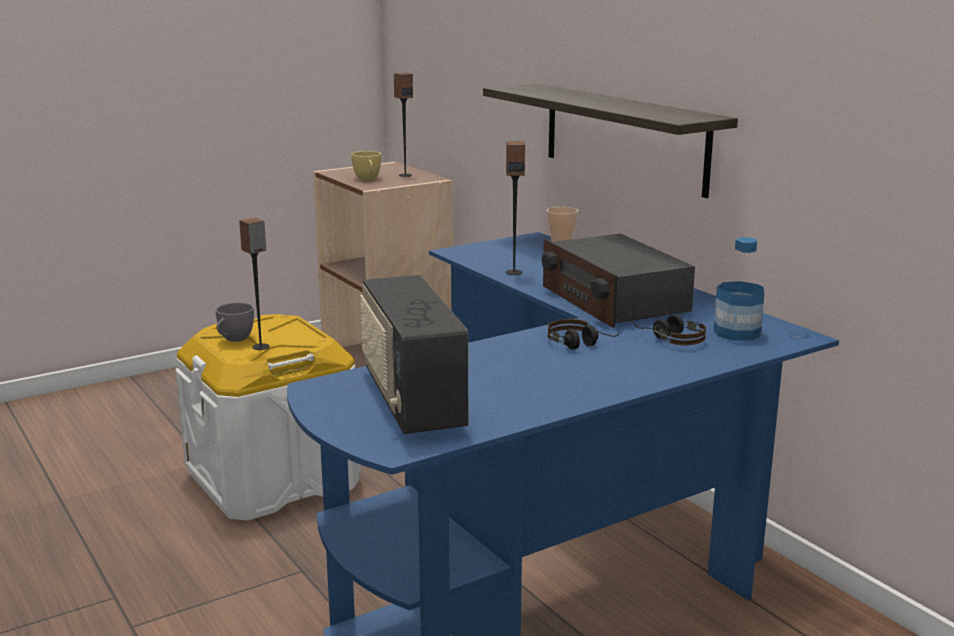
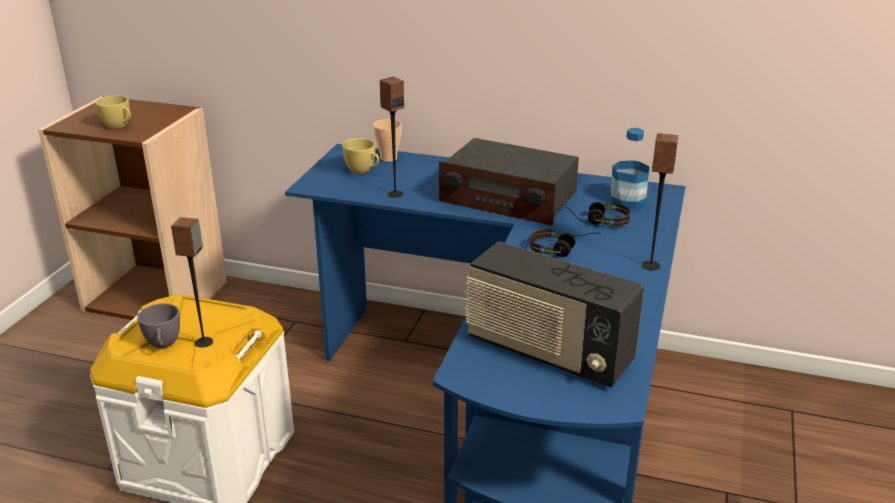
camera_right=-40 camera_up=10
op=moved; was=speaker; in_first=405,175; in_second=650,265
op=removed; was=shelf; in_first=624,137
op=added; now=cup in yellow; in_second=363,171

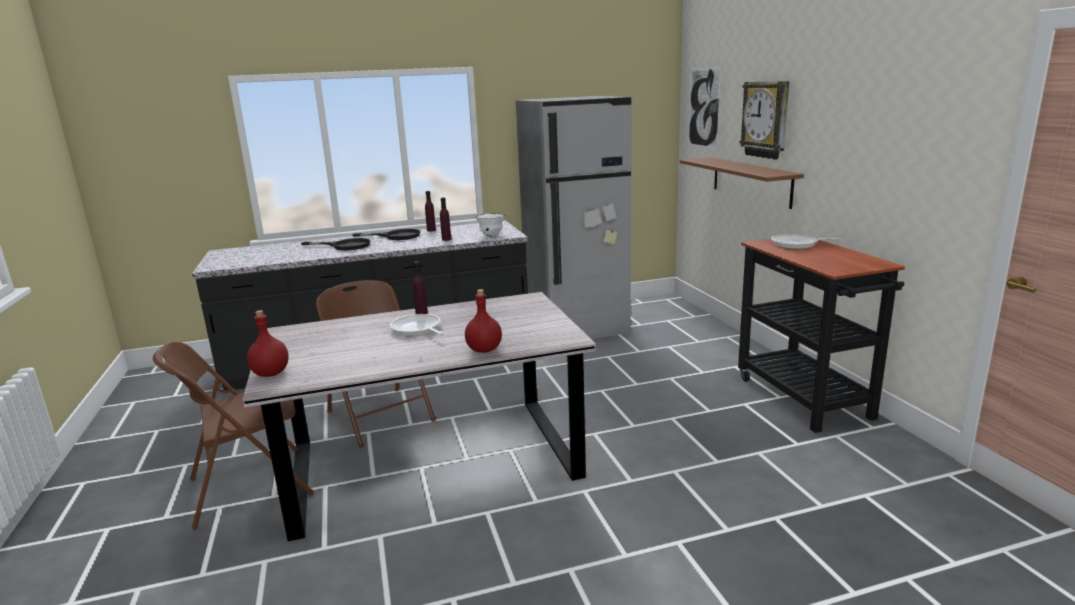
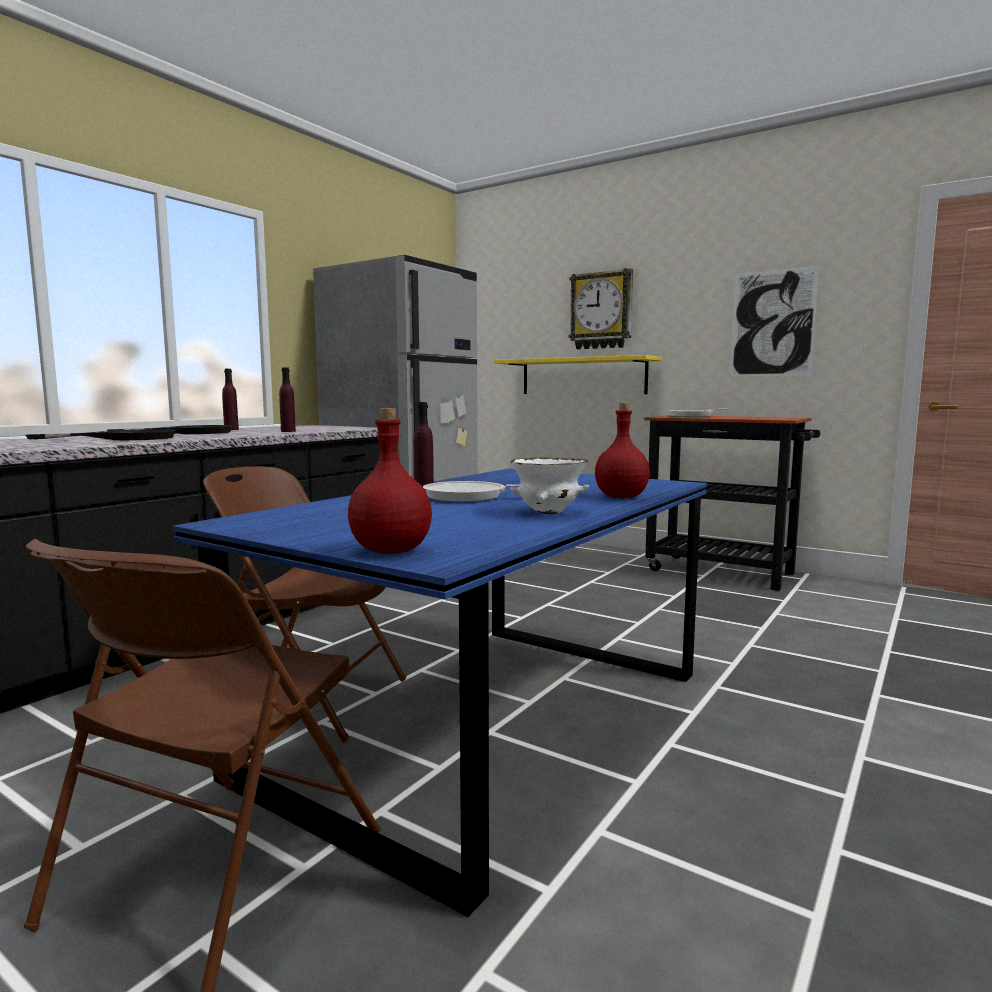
camera_right=-40 camera_up=-10
op=moved; was=picture; in_first=703,107; in_second=772,323
op=recoloured; was=shelf in brown; now=shelf in yellow; in_first=751,181; in_second=582,376
op=moved; was=bowl in white; in_first=491,235; in_second=549,513
op=recoloured; was=dining table in grey; now=dining table in blue; in_first=432,462; in_second=493,720

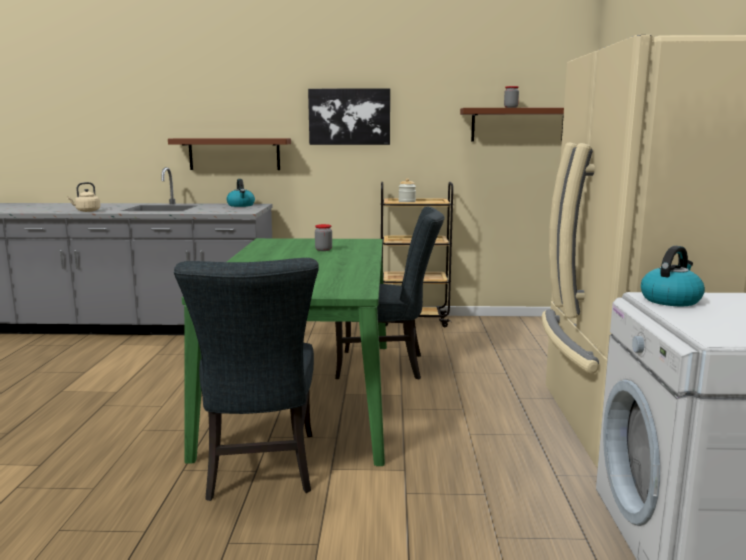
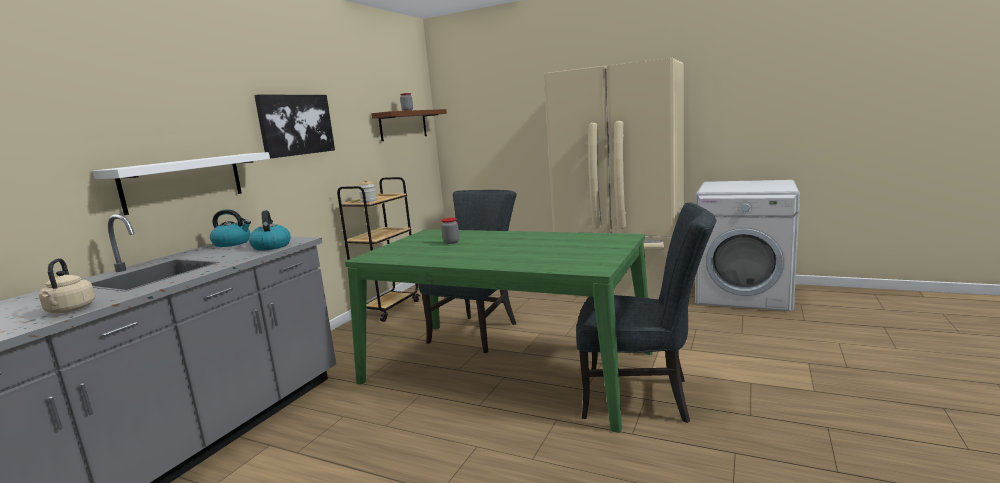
camera_right=-65 camera_up=0
op=recoloured; was=shelf in brown; now=shelf in white; in_first=234,154; in_second=183,182
op=moved; was=kettle; in_first=670,300; in_second=271,246

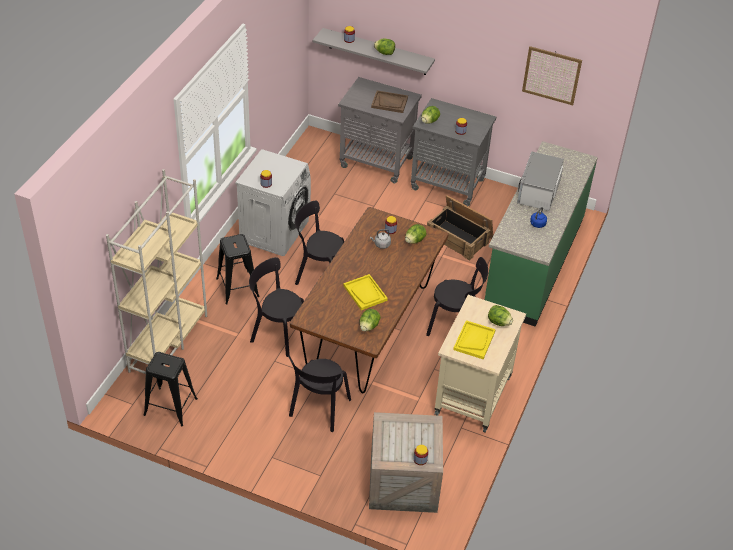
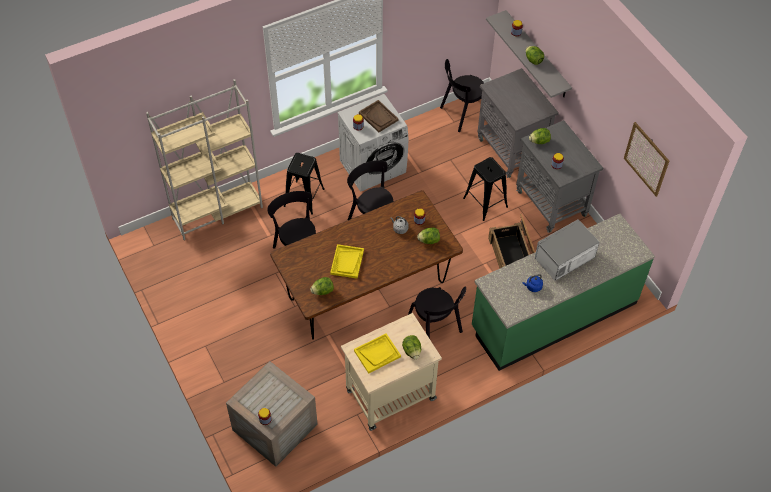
camera_right=40 camera_up=10
op=moved; was=tray in brown; in_first=389,102; in_second=378,117
op=moved; was=stool in black; in_first=170,407; in_second=485,202
op=moved; was=chair in black; in_first=318,410; in_second=462,114

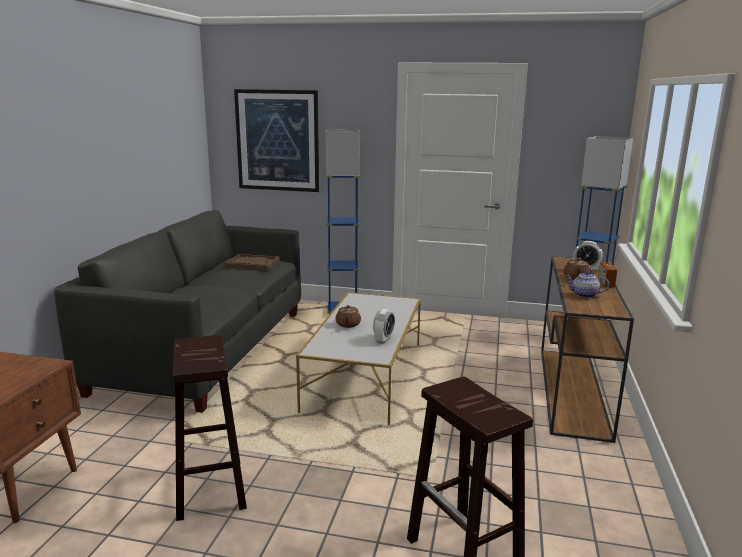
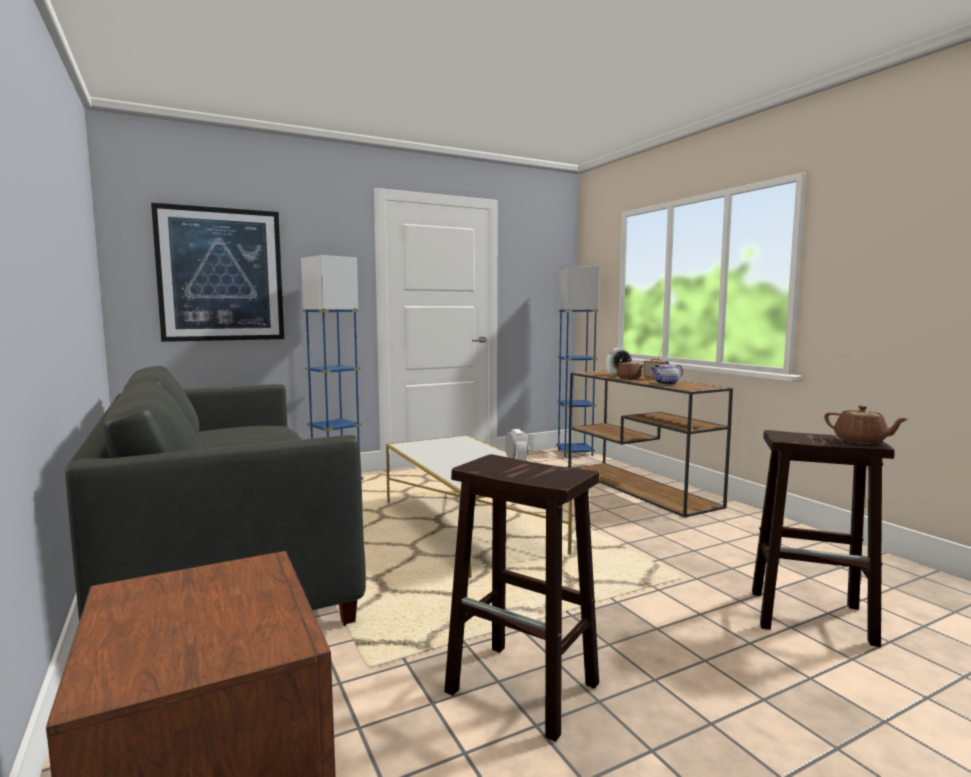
camera_right=-40 camera_up=-10
op=removed; was=tray in brown; in_first=252,264
op=moved; was=teapot in brown; in_first=348,325; in_second=861,441

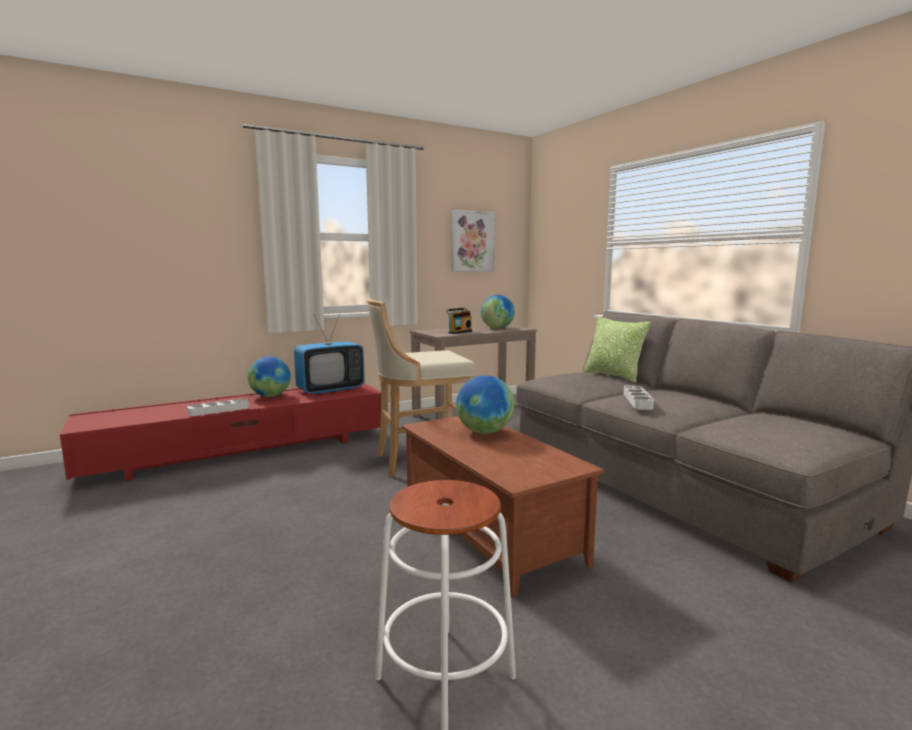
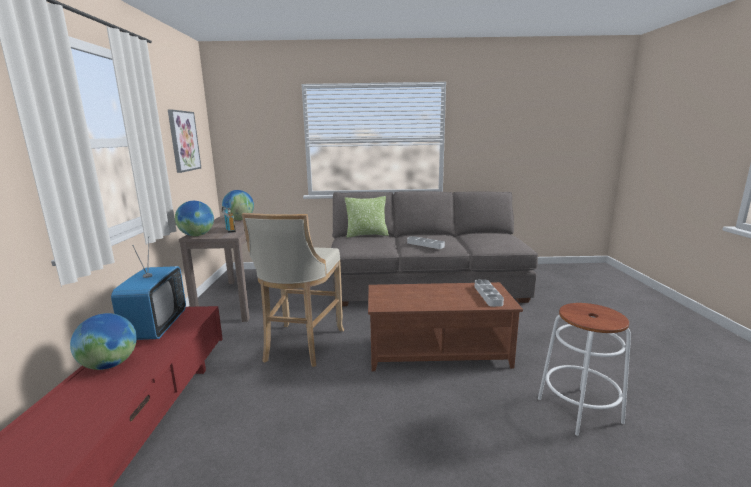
camera_right=-60 camera_up=5
op=moved; was=globe; in_first=484,432; in_second=196,235
op=moved; was=tray in grey; in_first=219,410; in_second=488,295

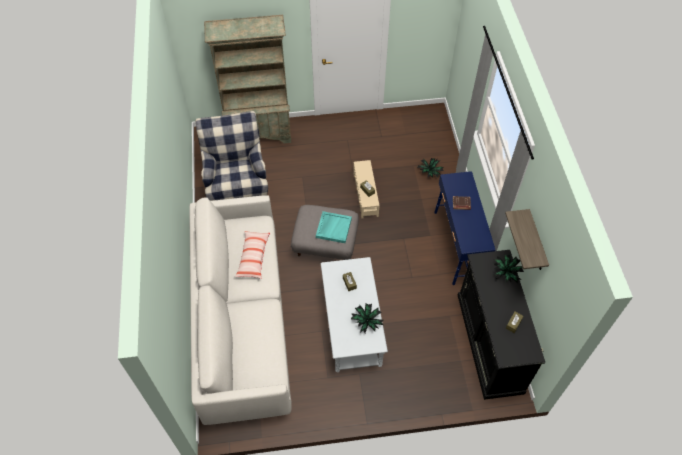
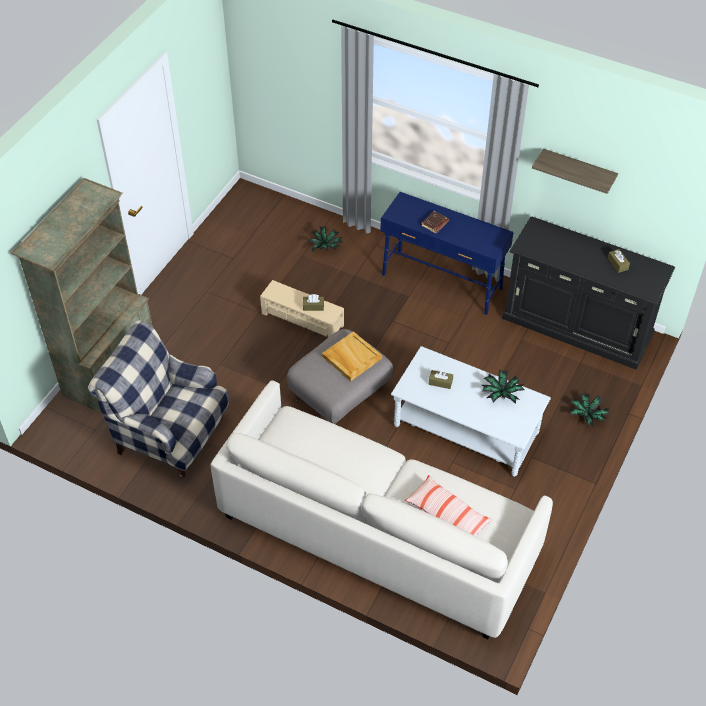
camera_right=-55 camera_up=-5
op=recoloured; was=tray in turquoise; now=tray in beige; in_first=333,228; in_second=351,357
op=moved; was=pillow; in_first=253,257; in_second=447,515
op=moved; was=potted plant; in_first=506,272; in_second=587,416

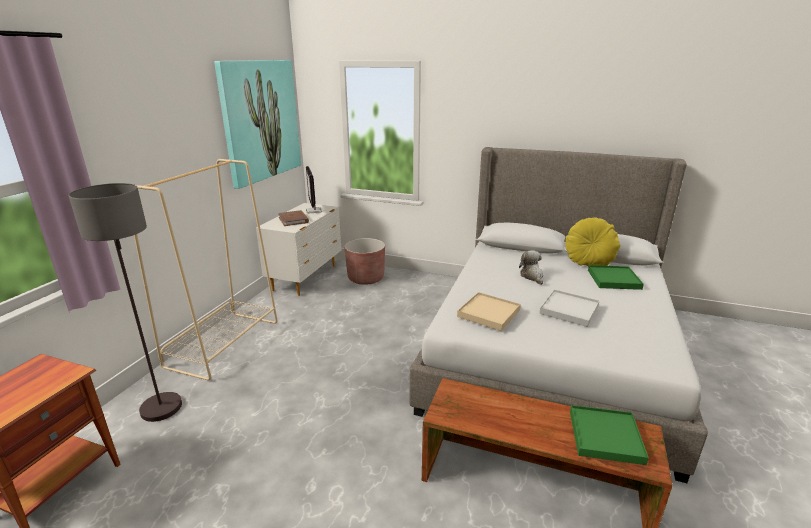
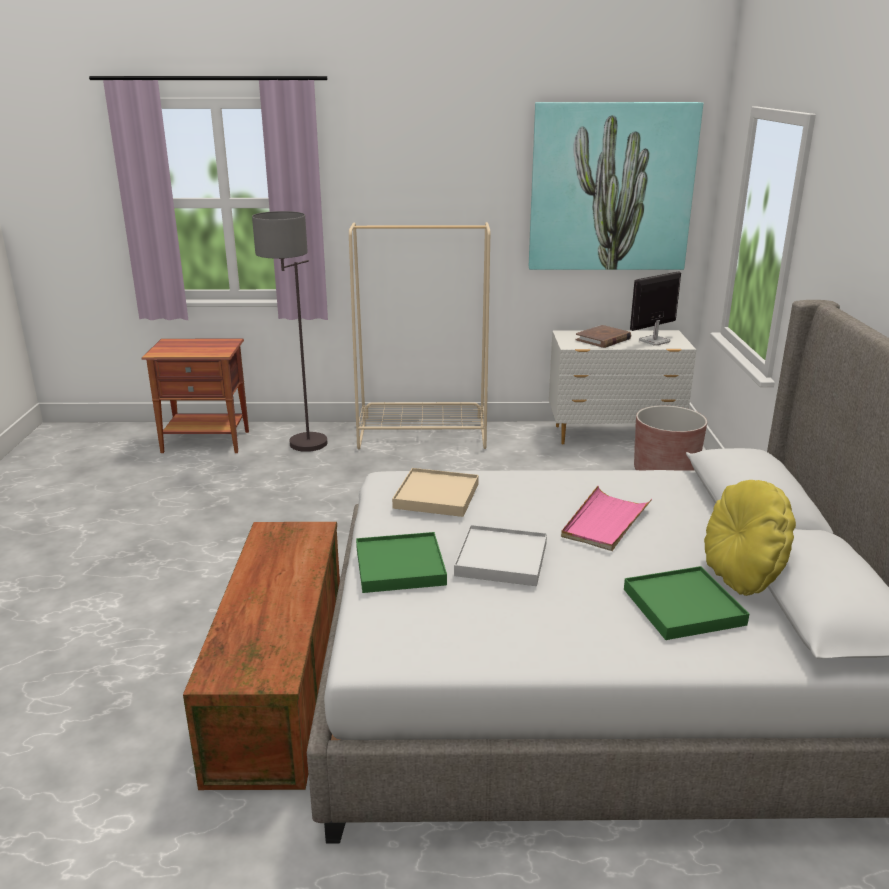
camera_right=70 camera_up=0
op=replaced; was=plush toy; now=tray in pink; in_first=532,276; in_second=605,522
op=moved; was=tray in green; in_first=605,436; in_second=400,566

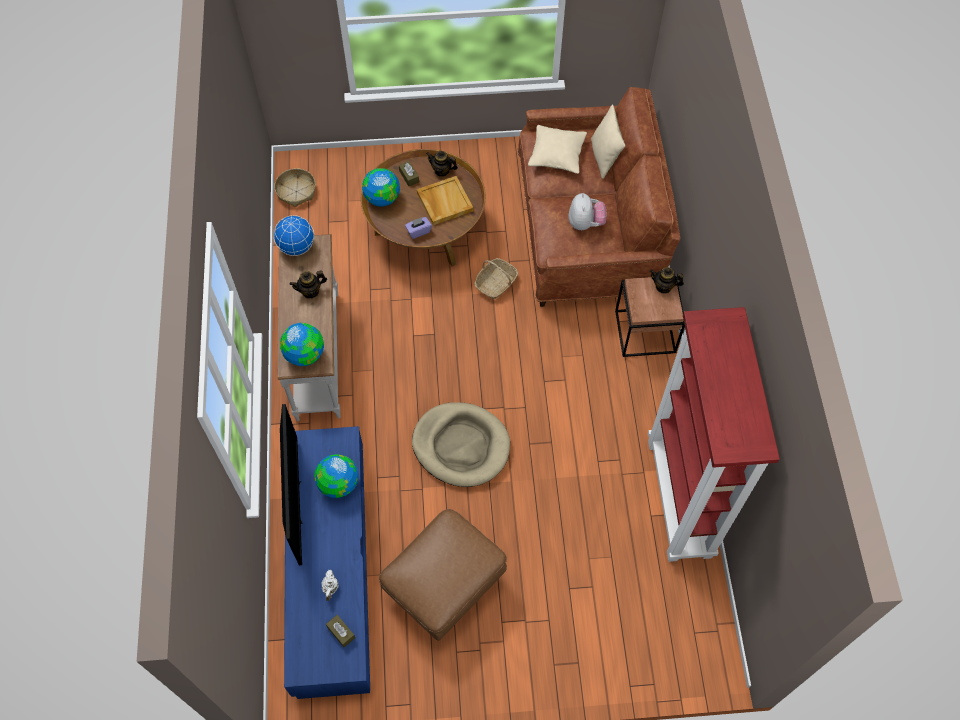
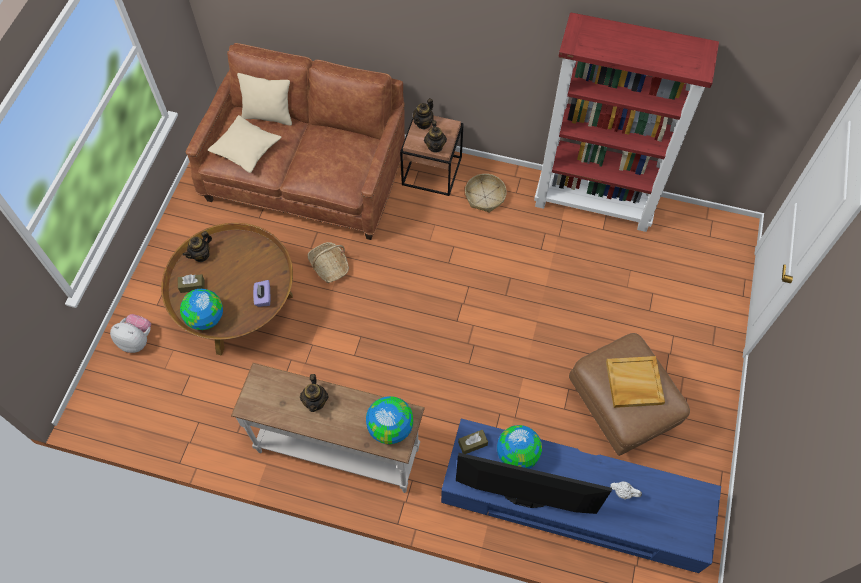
camera_right=-70 camera_up=0
op=moved; was=basket; in_first=296,191; in_second=484,197
op=moved; was=tray in beige; in_first=444,201; in_second=633,383
op=moved; was=plush toy; in_first=585,223; in_second=137,340
op=removed; was=globe; in_first=296,247
op=removed; was=dog bed in beige; in_first=461,446
op=moved; was=tissue box in brown; in_first=341,632; in_second=472,444
op=added; now=teapot; in_second=435,146

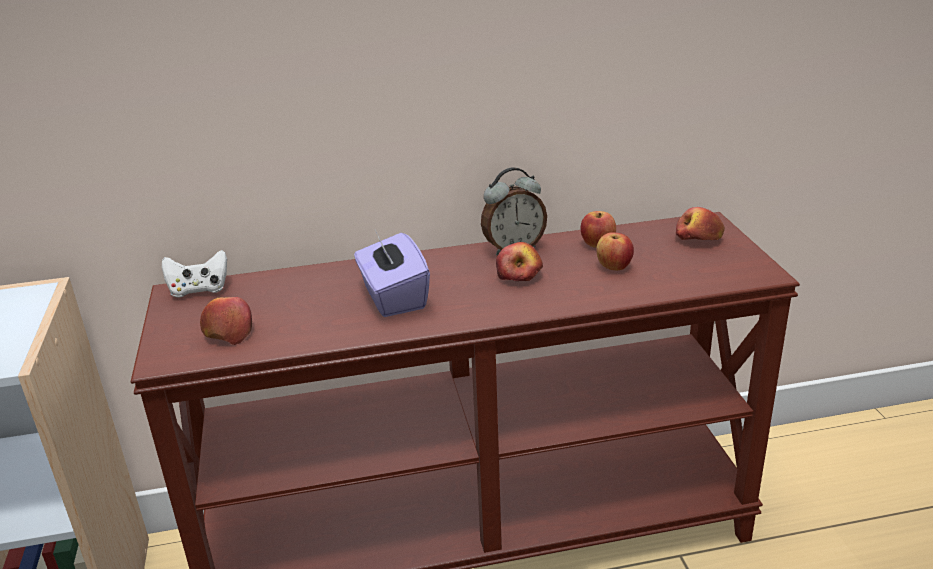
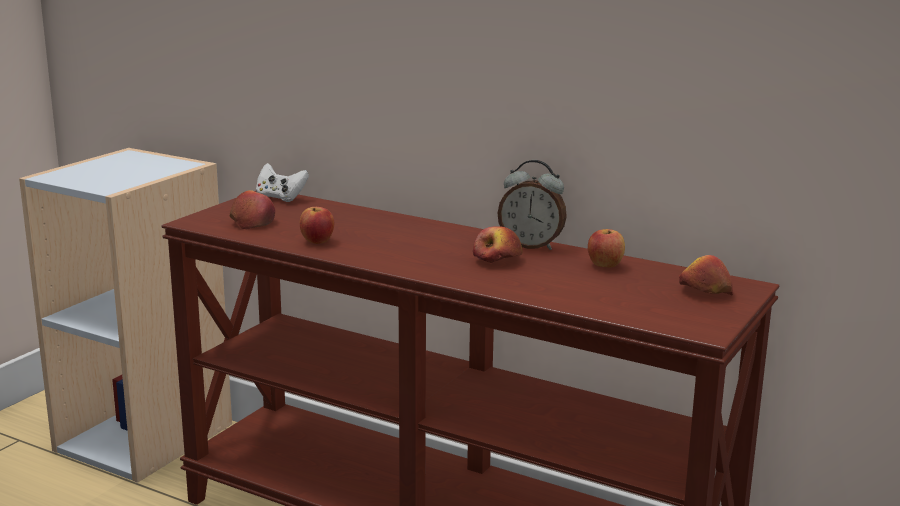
camera_right=40 camera_up=-10
op=removed; was=tissue box in purple; in_first=393,297
op=moved; was=apple; in_first=614,267; in_second=317,241

